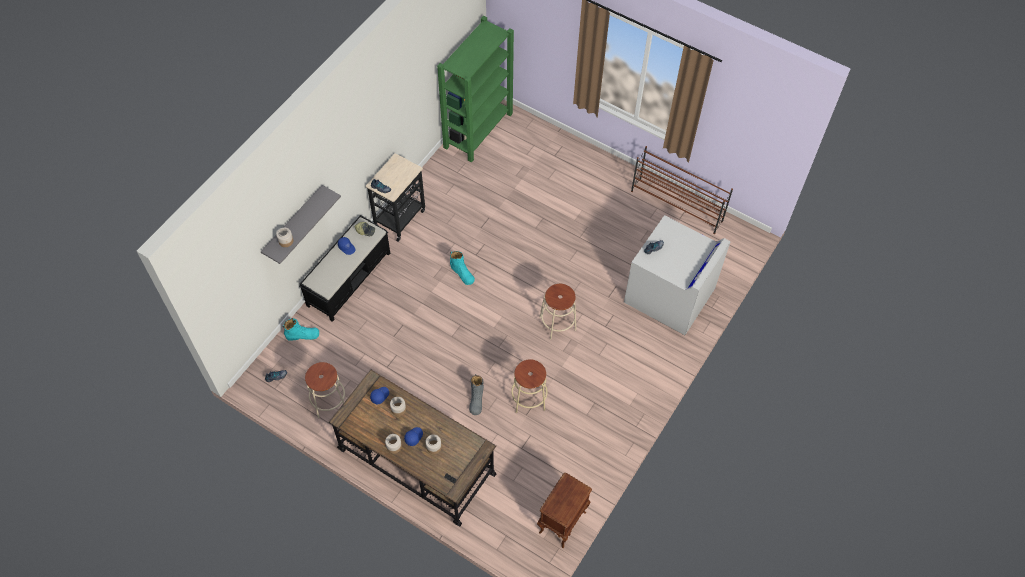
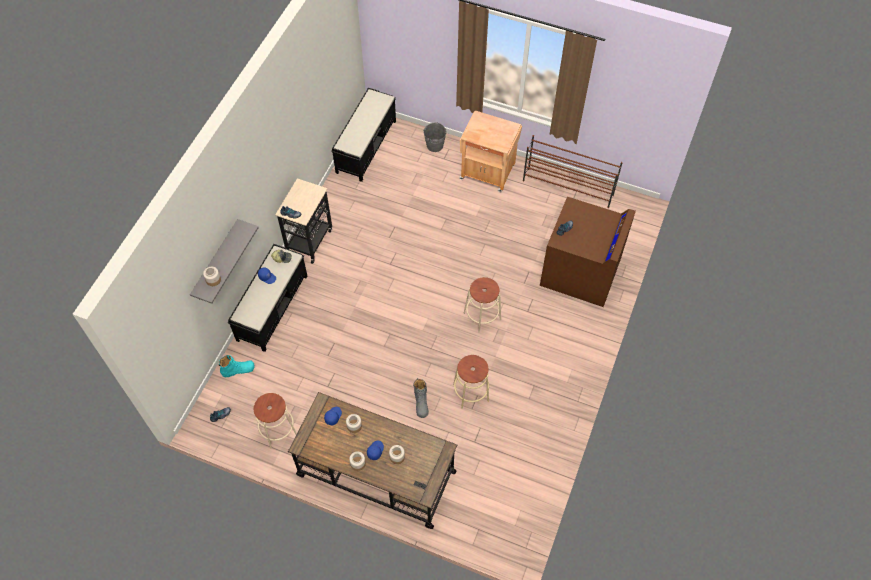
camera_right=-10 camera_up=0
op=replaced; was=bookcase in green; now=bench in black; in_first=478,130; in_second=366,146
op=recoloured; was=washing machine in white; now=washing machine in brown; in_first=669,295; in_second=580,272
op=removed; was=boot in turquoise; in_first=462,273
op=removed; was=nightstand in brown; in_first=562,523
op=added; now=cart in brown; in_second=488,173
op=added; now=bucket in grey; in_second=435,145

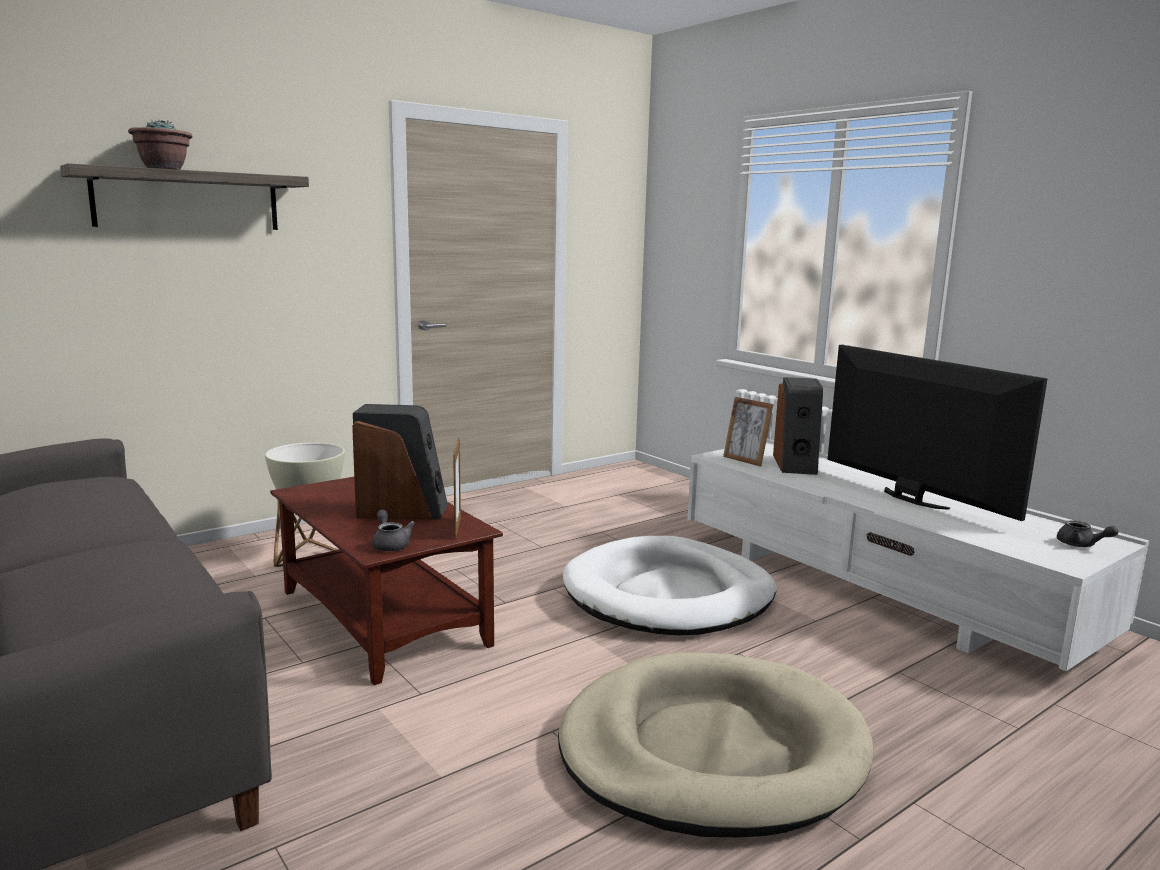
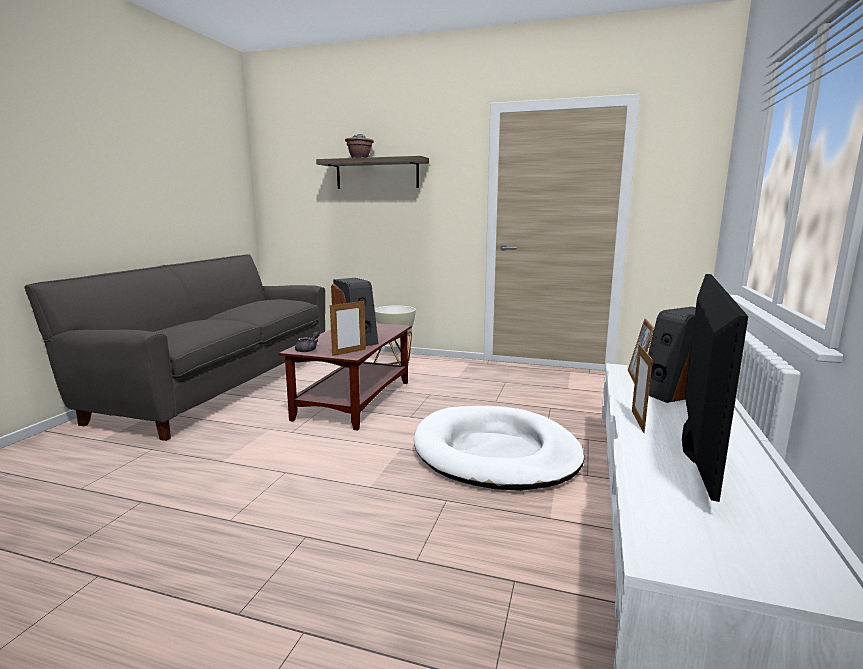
camera_right=55 camera_up=0
op=removed; was=teapot in grey; in_first=1081,545
op=removed; was=dog bed in beige; in_first=711,751
op=added; now=picture frame; in_second=637,421

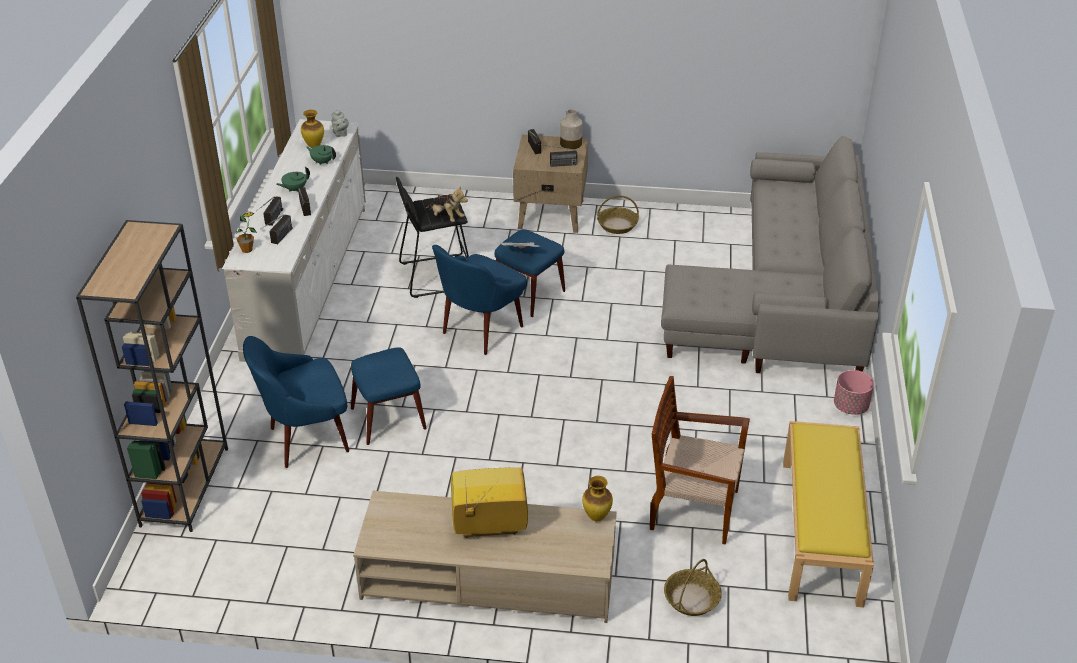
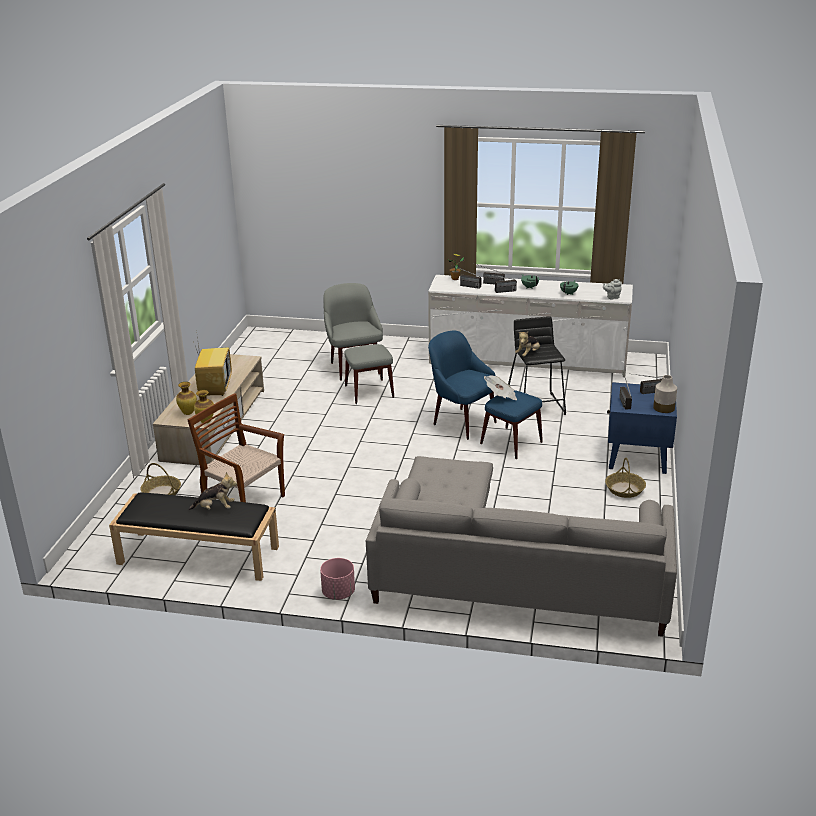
camera_right=95 camera_up=-10
op=moved; was=vase; in_first=314,146; in_second=188,413
op=recoloured; was=nightstand in beige; now=nightstand in blue; in_first=551,214; in_second=637,457
op=removed; was=bookcase; in_first=184,486
op=recoloured; was=armchair in blue; now=armchair in grey; in_first=337,432; in_second=360,376
op=turned; was=armchair in brown; in_first=693,509; in_second=243,500; clockwise=-75
op=recoloured; was=bench in yellow; now=bench in black; in_first=822,531; in_second=197,555
op=added; now=plush toy; in_second=215,508

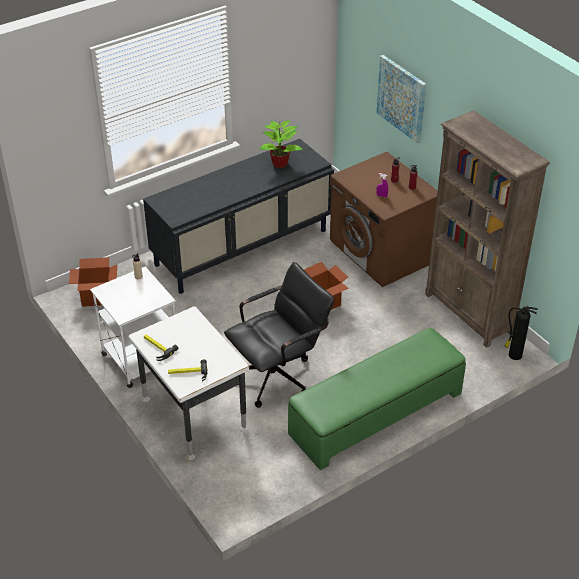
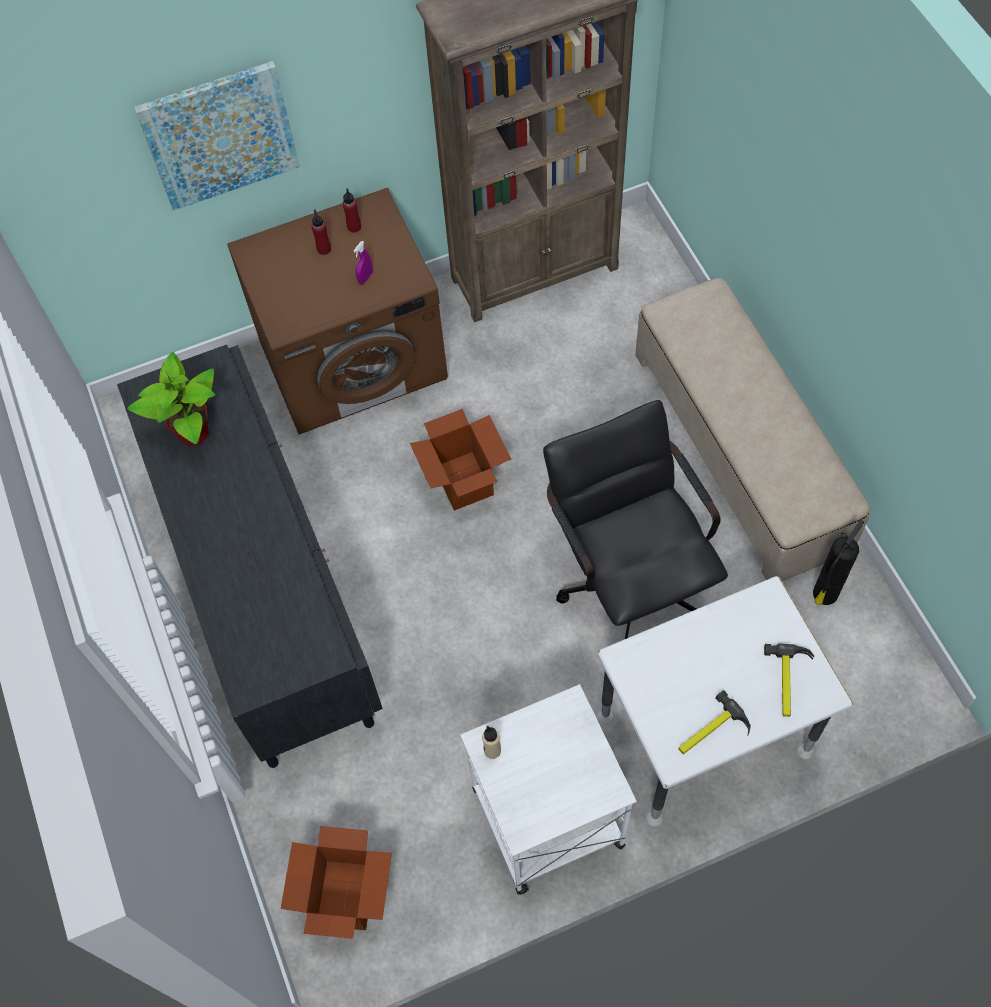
camera_right=-75 camera_up=20
op=moved; was=fire extinguisher; in_first=514,355; in_second=824,595
op=recoloured; was=bench in green; now=bench in beige; in_first=376,414; in_second=741,449

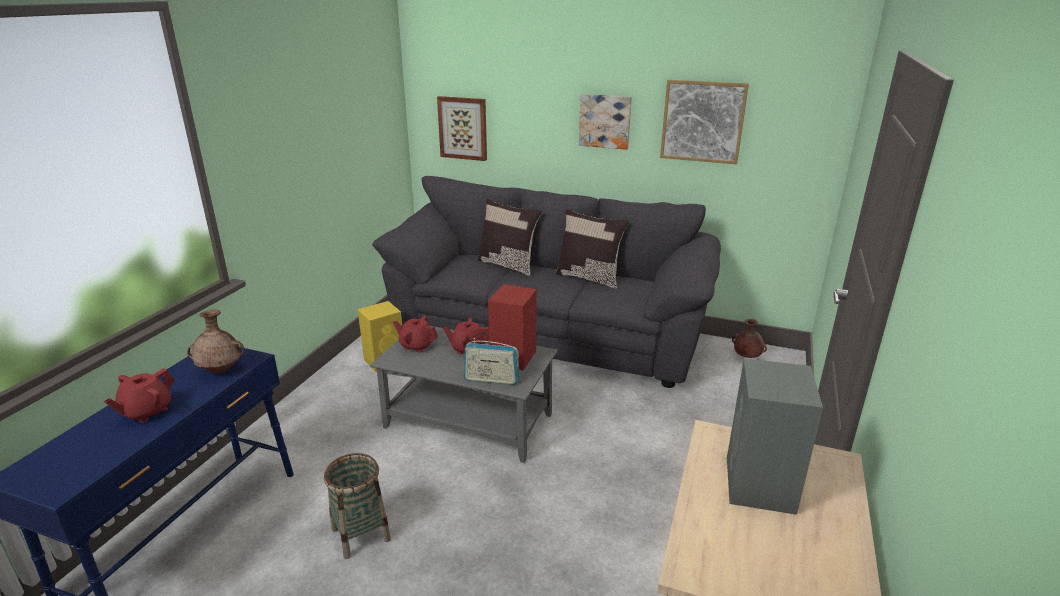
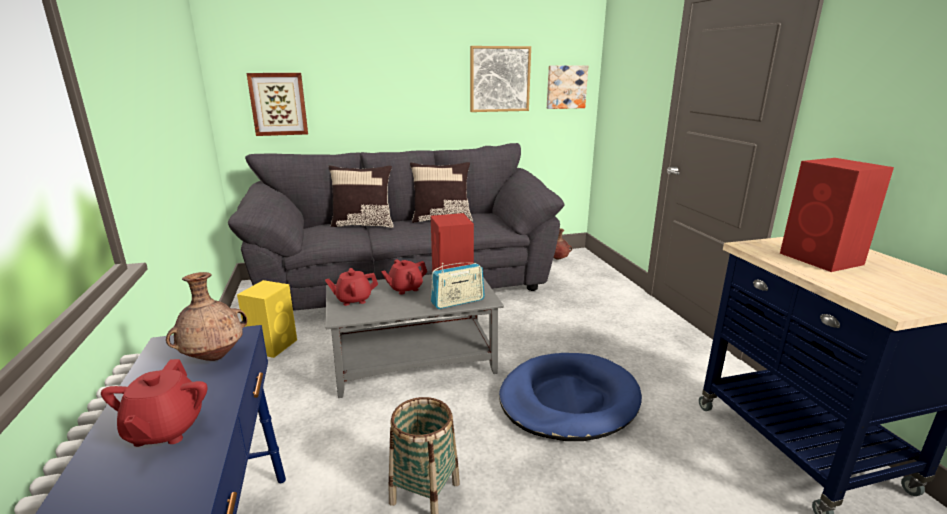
camera_right=-35 camera_up=-5
op=moved; was=picture; in_first=605,121; in_second=566,87
op=recoloured; was=speaker in grey; now=speaker in red; in_first=760,486; in_second=822,259
op=added; now=dog bed in blue; in_second=568,400

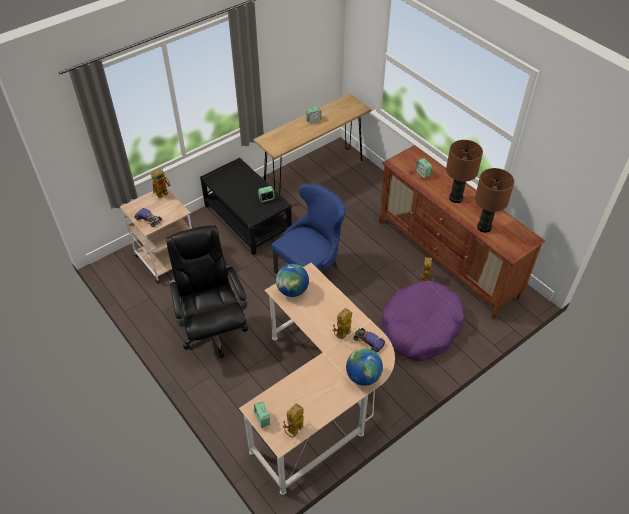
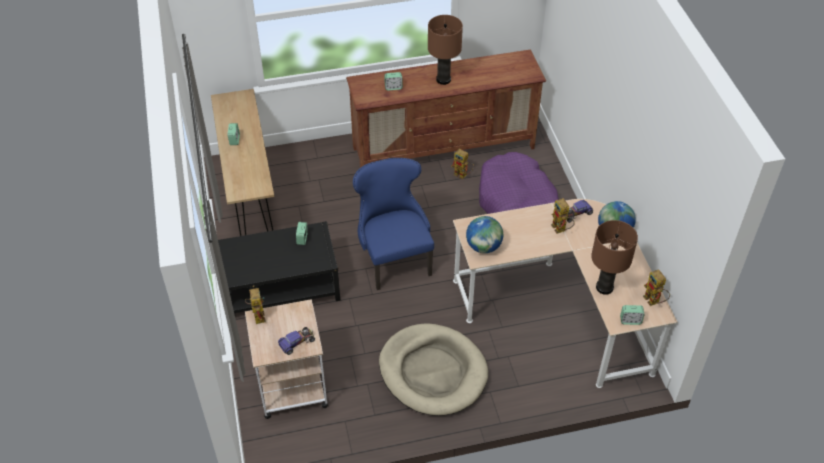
camera_right=-65 camera_up=0
op=moved; was=table lamp in brown; in_first=484,227; in_second=604,287
op=replaced; was=office chair in black; now=dog bed in beige; in_first=214,332; in_second=433,372

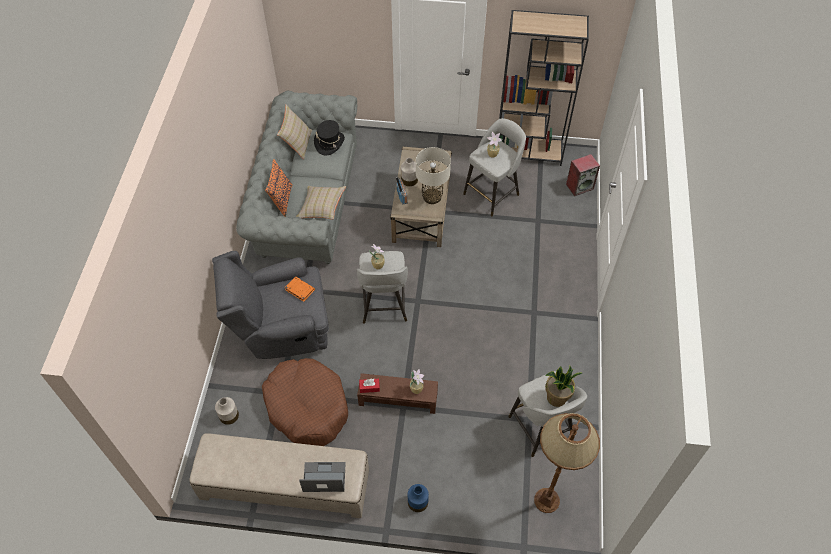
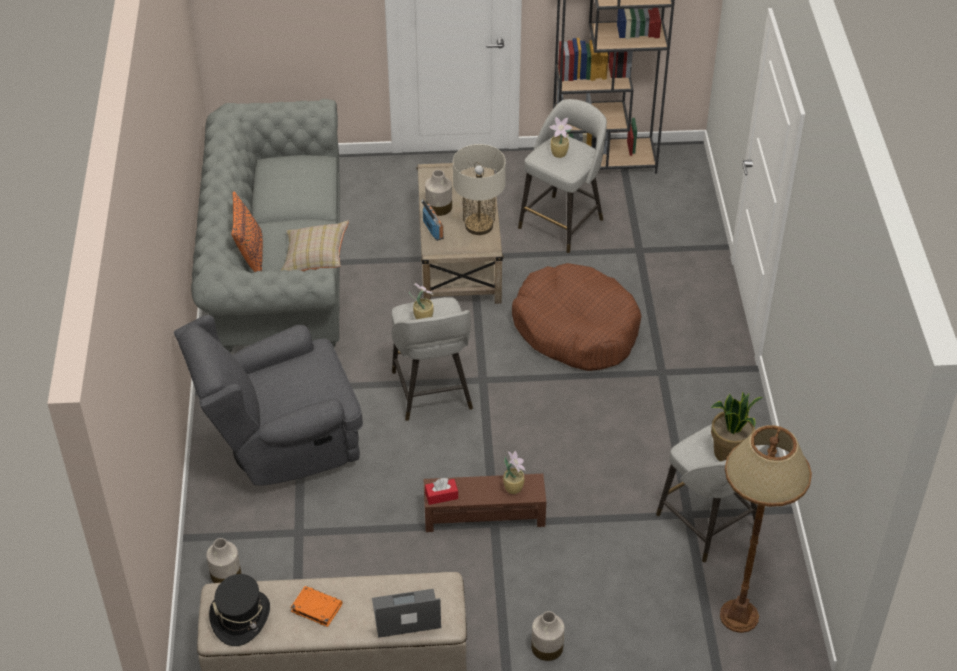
camera_right=-10 camera_up=-10
op=removed; was=pillow in beige; in_first=297,144
op=moved; was=hat in black; in_first=329,143; in_second=241,617
op=removed; was=speaker; in_first=579,186
op=moved; was=book in orange; in_first=299,290; in_second=316,608
op=moved; was=dog bed in brown; in_first=307,407; in_second=576,329
op=recoloured; was=vase in blue; now=vase in beige; in_first=417,502; in_second=547,647

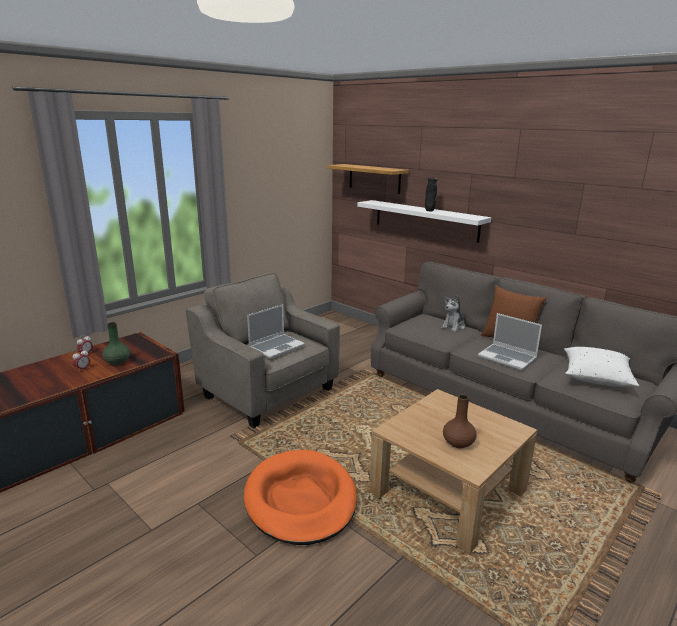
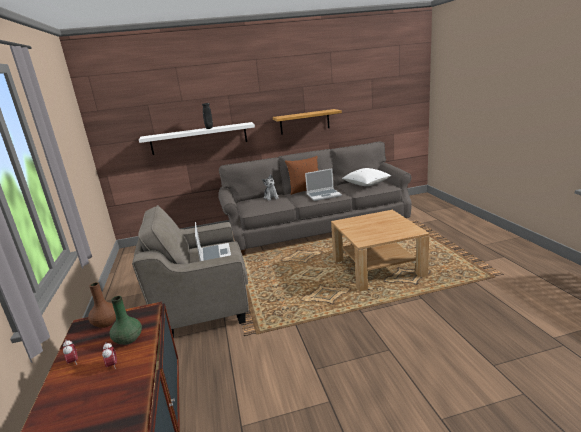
camera_right=-55 camera_up=0
op=moved; was=shelf; in_first=374,178; in_second=304,122
op=moved; was=vase in brown; in_first=457,443; in_second=106,323
op=removed; was=dog bed in orange; in_first=300,500

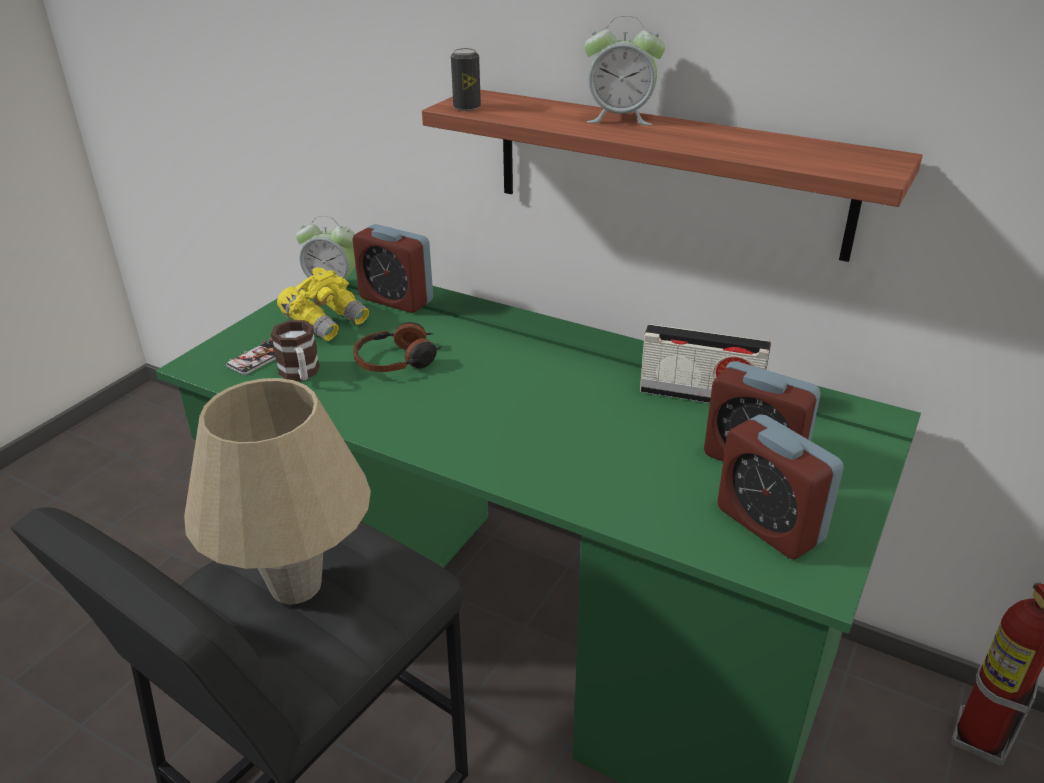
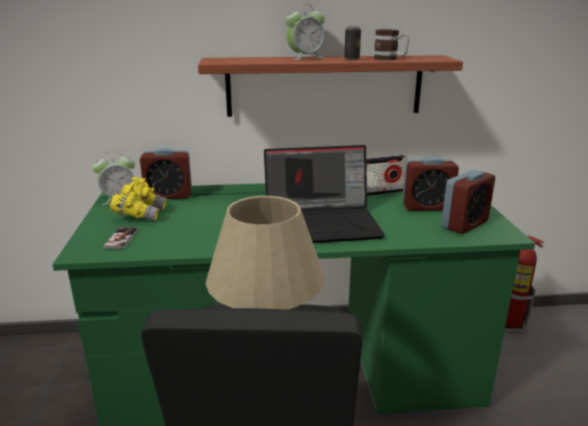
camera_right=-35 camera_up=-10
op=moved; was=can; in_first=467,107; in_second=352,59
op=moved; was=mug; in_first=301,374; in_second=390,59
op=removed; was=headphones; in_first=398,360
op=turned; was=alarm clock; in_first=769,525; in_second=464,224; clockwise=-60
op=added; now=laptop; in_second=323,224

